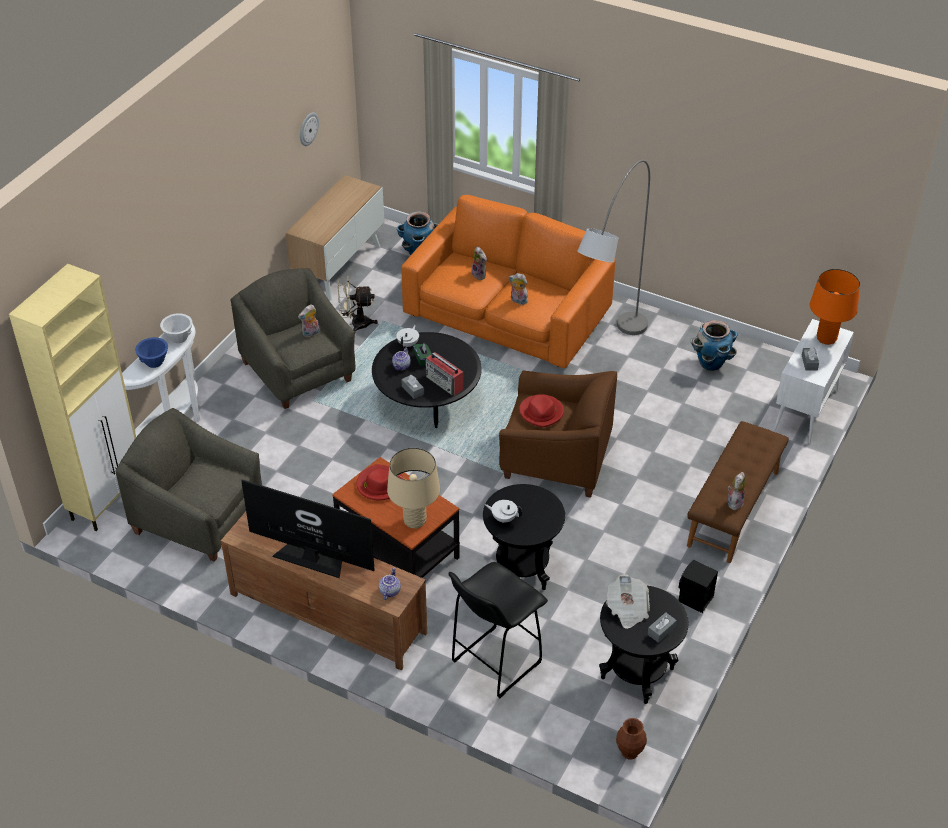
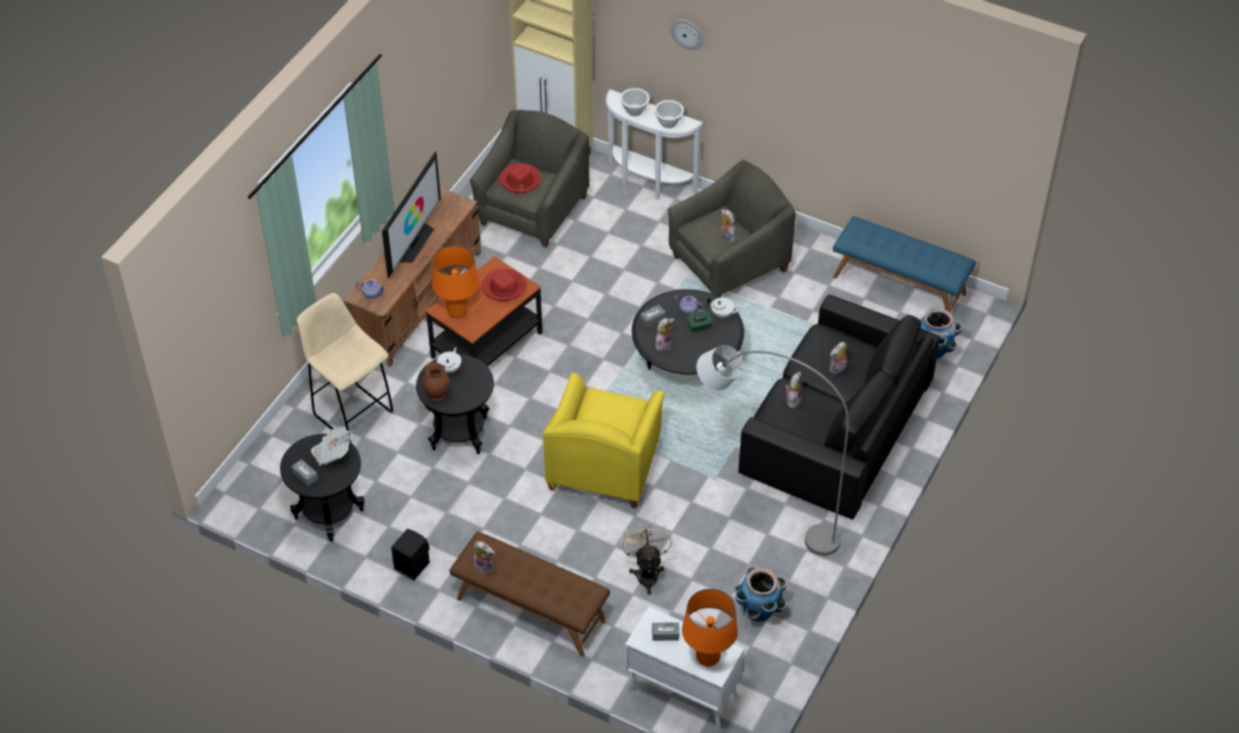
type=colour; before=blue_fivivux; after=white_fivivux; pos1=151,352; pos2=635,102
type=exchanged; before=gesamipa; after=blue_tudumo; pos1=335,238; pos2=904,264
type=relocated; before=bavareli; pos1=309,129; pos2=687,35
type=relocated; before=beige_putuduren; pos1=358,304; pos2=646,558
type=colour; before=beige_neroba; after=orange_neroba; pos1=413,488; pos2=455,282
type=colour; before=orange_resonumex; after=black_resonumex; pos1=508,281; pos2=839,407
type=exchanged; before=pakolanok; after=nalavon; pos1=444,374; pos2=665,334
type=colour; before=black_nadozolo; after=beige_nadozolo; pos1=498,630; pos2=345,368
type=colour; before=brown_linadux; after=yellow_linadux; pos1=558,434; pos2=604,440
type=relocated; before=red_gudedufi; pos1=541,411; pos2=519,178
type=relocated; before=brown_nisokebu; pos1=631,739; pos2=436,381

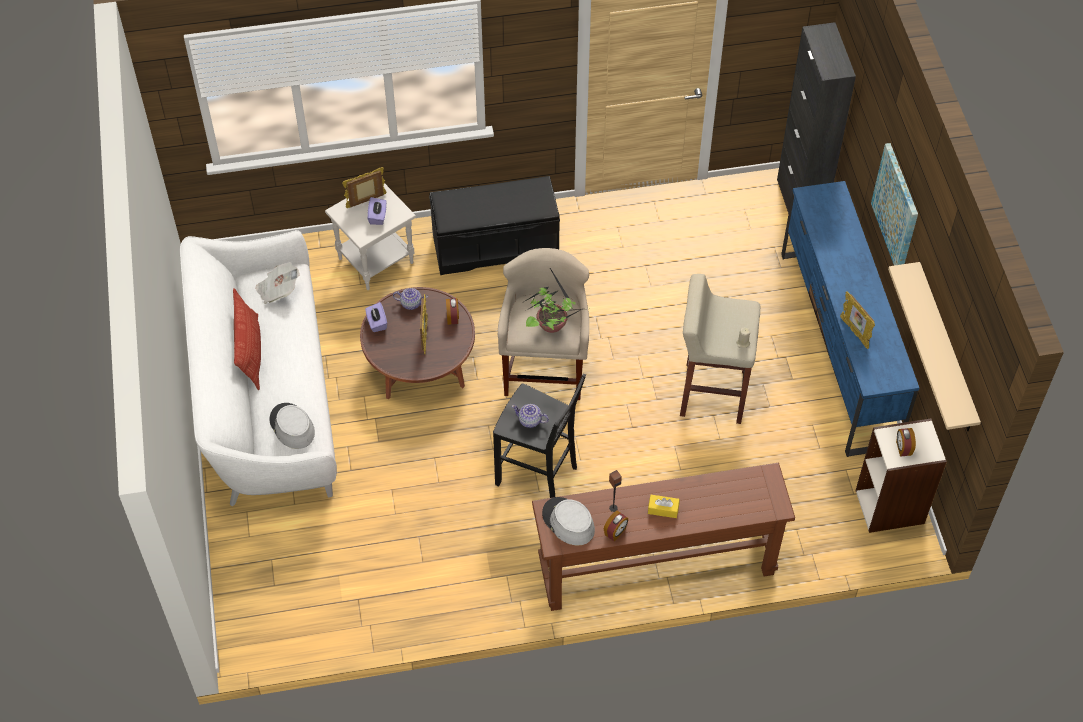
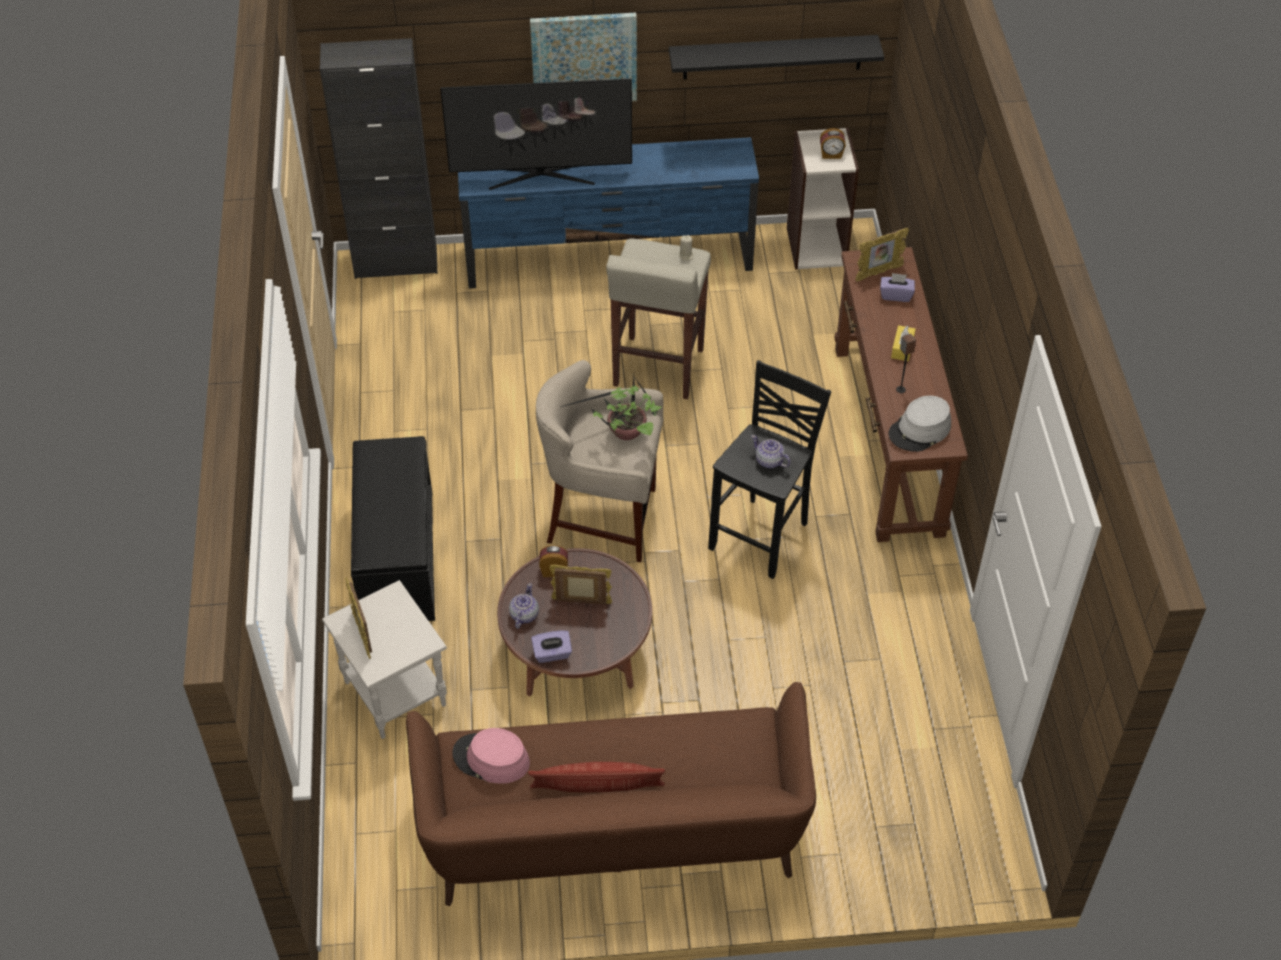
type=colour; before=white_resonumex; after=brown_resonumex; pos1=258,368; pos2=611,794
type=exchanged; before=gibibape; after=pink_gudedufi; pos1=277,283; pos2=491,756
type=missing; before=grey_gudedufi; pos1=292,426
type=relocated; before=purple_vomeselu; pos1=377,211; pos2=897,287
type=spun; before=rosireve; pos1=530,416; pos2=771,451; turn=105
type=missing; before=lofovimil; pos1=616,526
type=relocated; before=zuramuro; pos1=857,320; pos2=882,254
type=colour; before=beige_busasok; after=black_busasok; pos1=934,346; pos2=776,57
type=appeared; after=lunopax; pos2=536,134

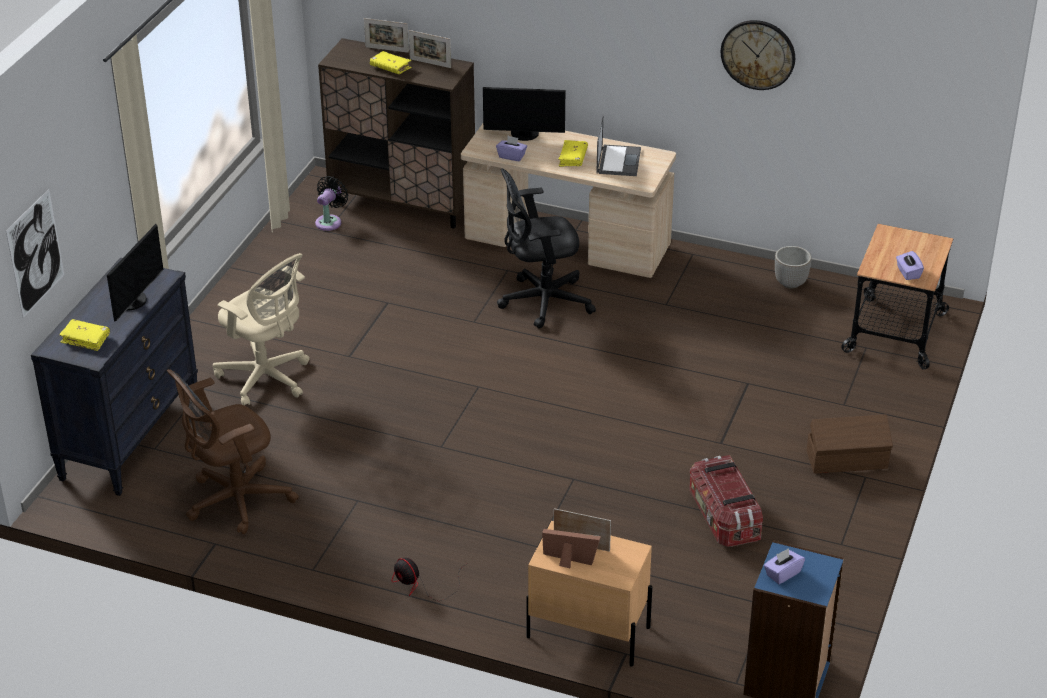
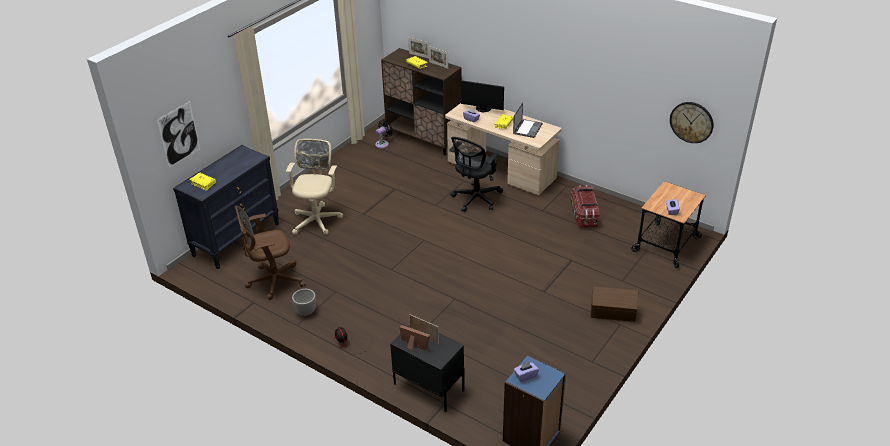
type=missing; before=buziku; pos1=135,273
type=spun; before=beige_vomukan; pos1=261,329; pos2=314,187; turn=-135
type=spun; before=black_vomukan; pos1=546,248; pos2=476,174; turn=-60
type=colour; before=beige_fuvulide; after=black_fuvulide; pos1=589,593; pos2=427,368
type=relocated; before=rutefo; pos1=726,501; pos2=585,206
type=relocated; before=bavareli; pos1=758,55; pos2=692,122
type=relocated; before=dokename; pos1=793,267; pos2=304,302

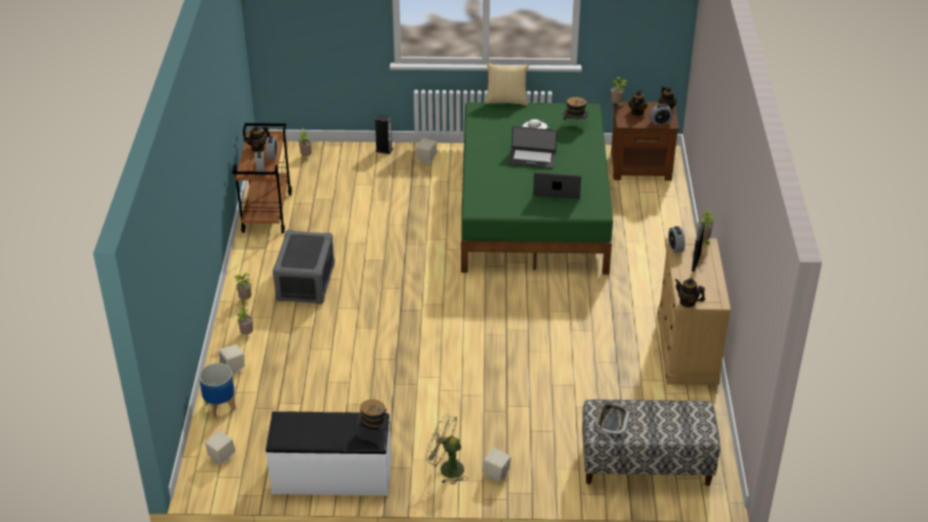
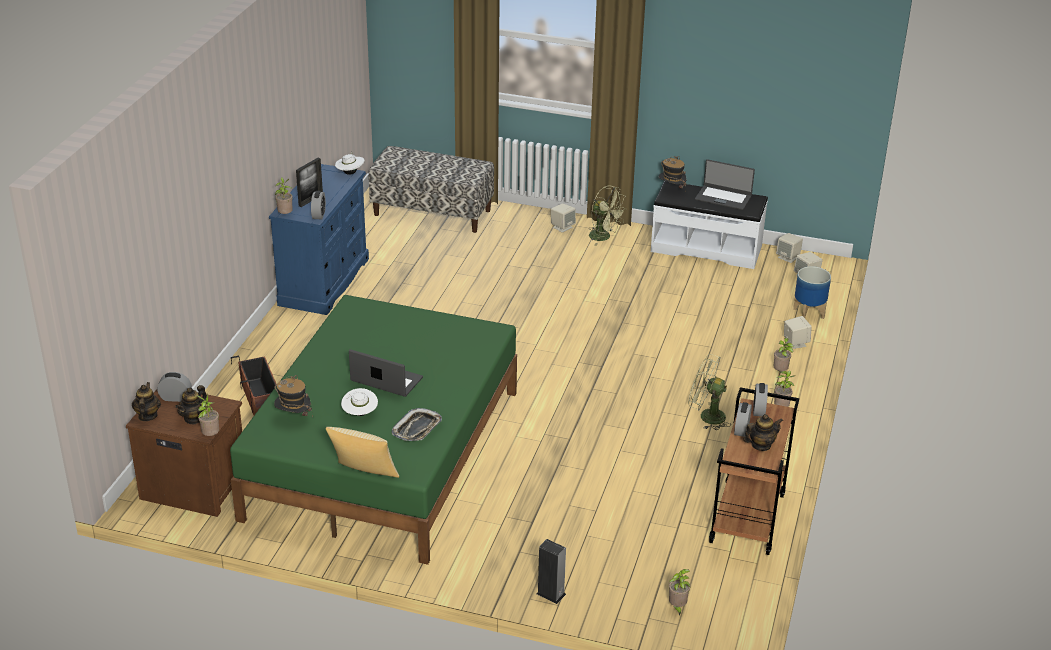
type=exchanged; before=grey_rutefo; after=green_putuduren; pos1=303,267; pos2=709,392
type=relocated; before=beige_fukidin; pos1=426,151; pos2=789,248
type=relocated; before=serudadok; pos1=557,185; pos2=725,184
type=relocated; before=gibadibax; pos1=612,418; pos2=417,424
type=colour; before=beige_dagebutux; after=blue_dagebutux; pos1=694,311; pos2=319,239
type=exchanged; before=rosireve; after=white_gudedufi; pos1=690,292; pos2=349,164
type=appeared; after=dokename; pos2=253,385

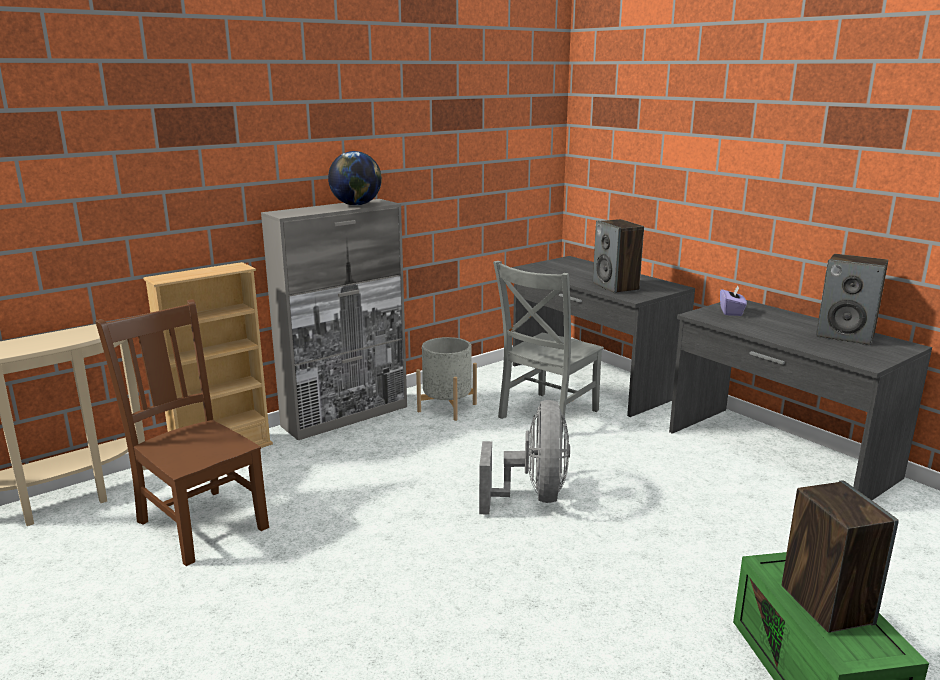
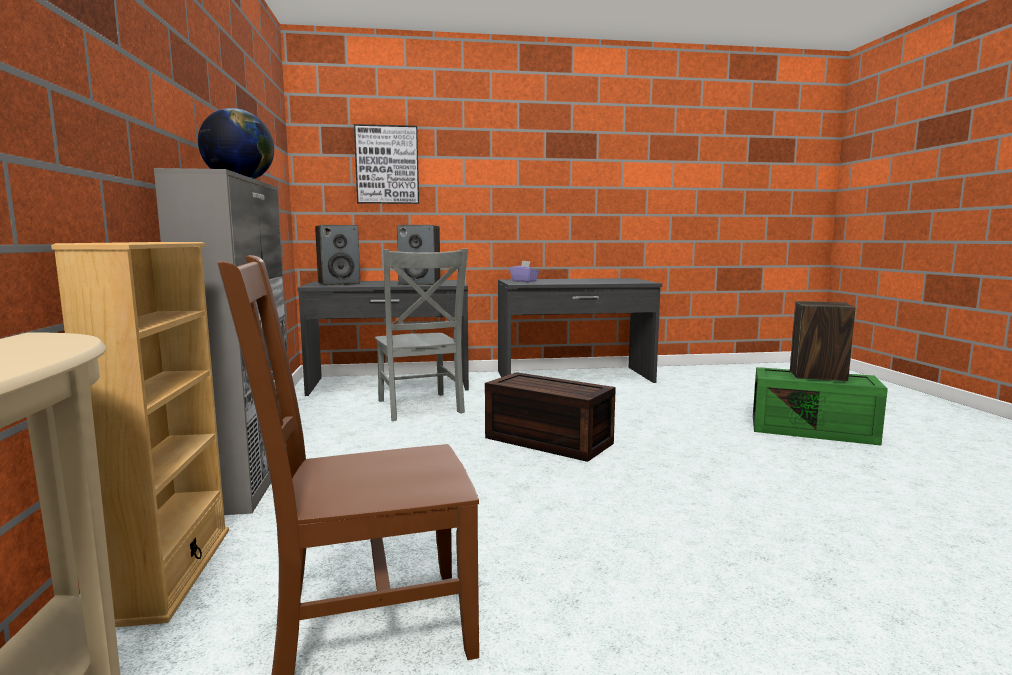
type=missing; before=grey_dokename; pos1=446,379
type=exchanged; before=grey_putuduren; after=brown_rutefo; pos1=524,457; pos2=550,417
type=relocated; before=fukidin; pos1=852,299; pos2=337,255
type=appeared; after=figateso; pos2=386,164

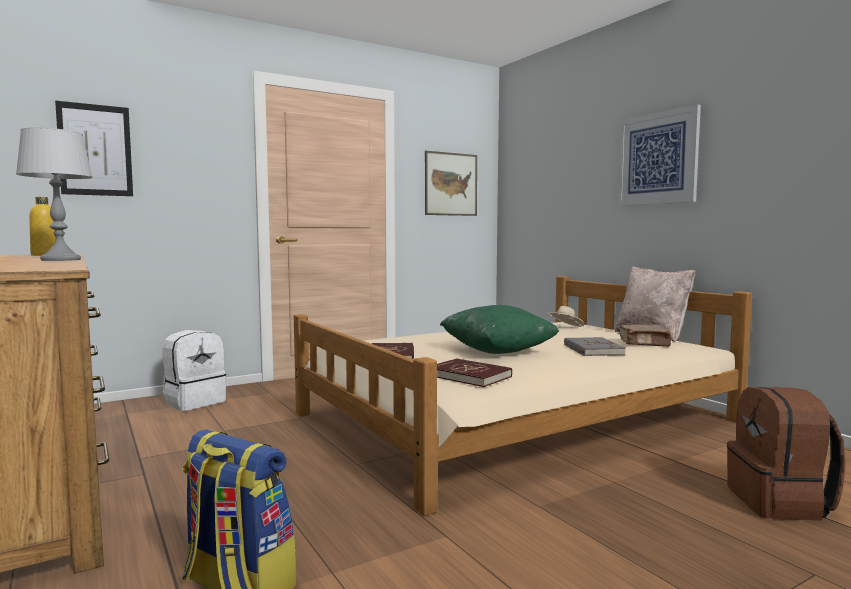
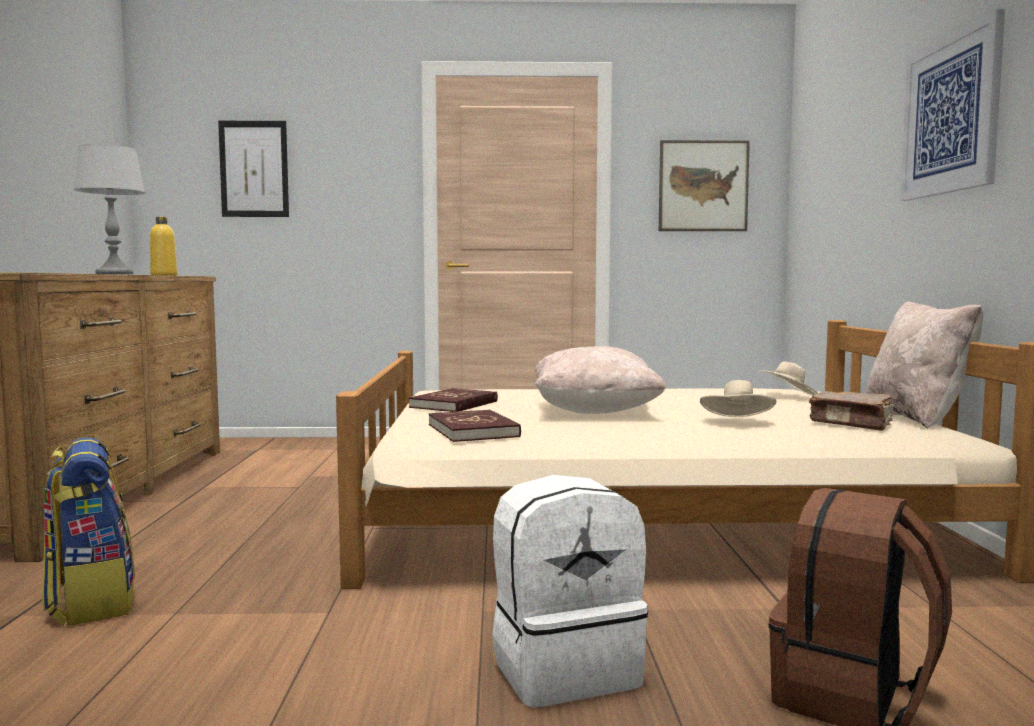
type=relocated; before=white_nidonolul; pos1=194,370; pos2=570,591
type=colour; before=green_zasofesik; after=beige_zasofesik; pos1=499,329; pos2=600,380
type=exchanged; before=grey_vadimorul; after=beige_gudedufi; pos1=595,346; pos2=738,398

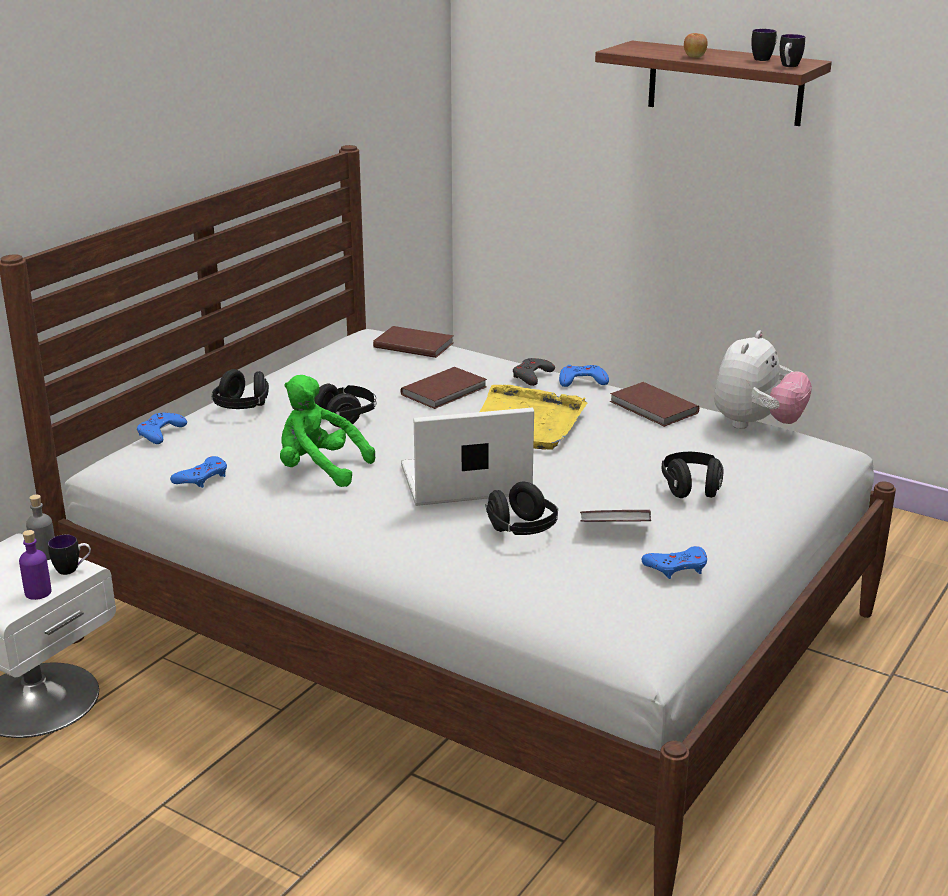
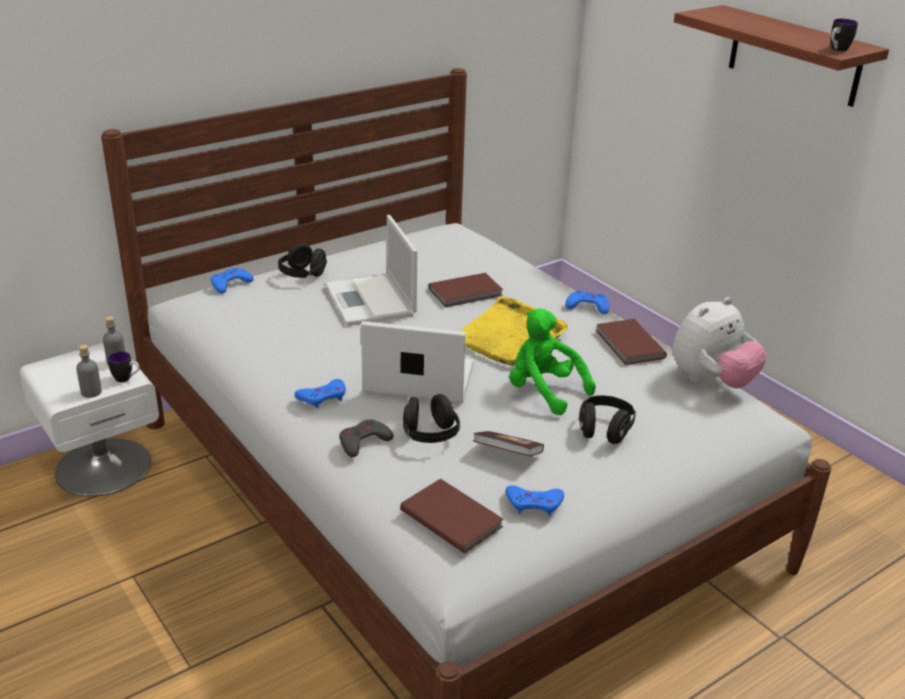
type=colour; before=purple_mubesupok; after=grey_mubesupok; pos1=35,565; pos2=89,371
type=relocated; before=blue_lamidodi; pos1=198,472; pos2=320,393
type=relocated; before=green_nalavon; pos1=327,431; pos2=552,361
type=exchanged; before=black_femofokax; after=serudadok; pos1=345,405; pos2=371,270
type=relocated; before=brown_vadimorul; pos1=413,342; pos2=451,516
type=relocated; before=grey_lamidodi; pos1=534,372; pos2=366,438
type=missing; before=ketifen; pos1=696,45
type=missing; before=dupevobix; pos1=764,45

